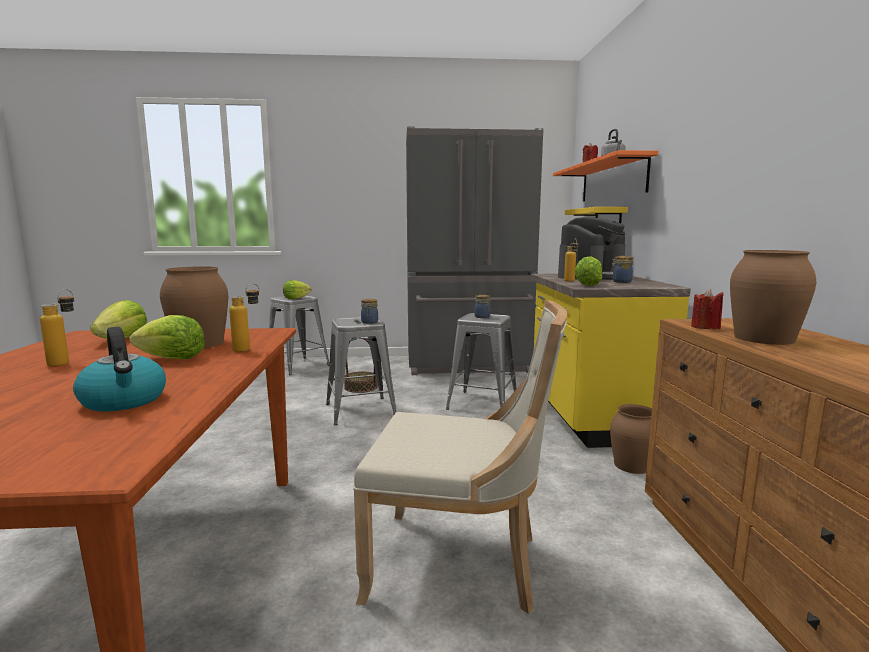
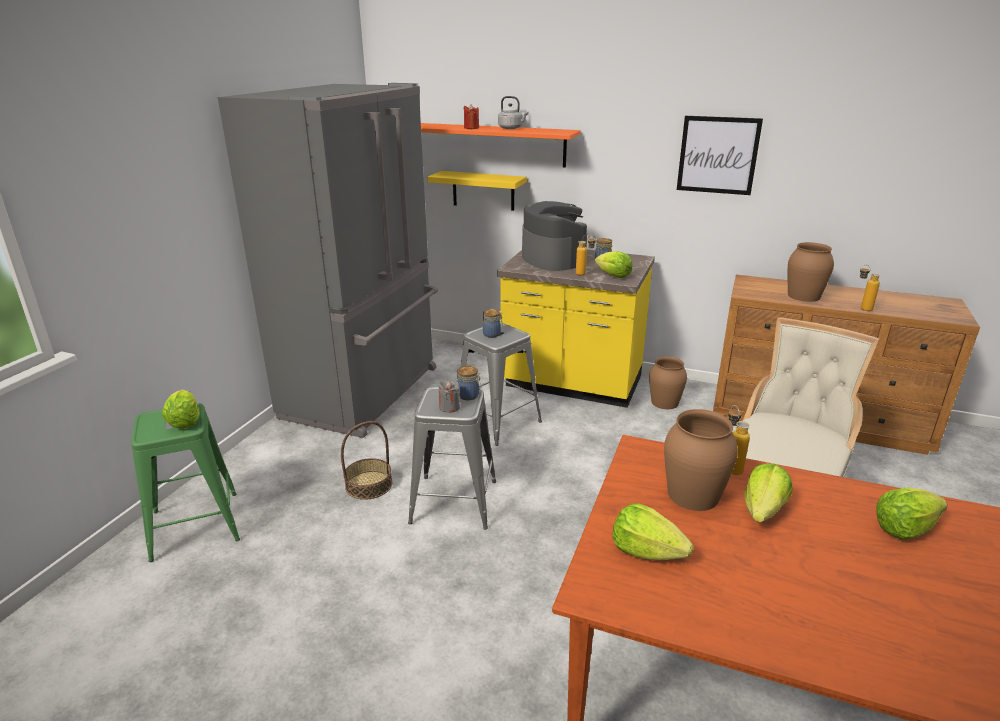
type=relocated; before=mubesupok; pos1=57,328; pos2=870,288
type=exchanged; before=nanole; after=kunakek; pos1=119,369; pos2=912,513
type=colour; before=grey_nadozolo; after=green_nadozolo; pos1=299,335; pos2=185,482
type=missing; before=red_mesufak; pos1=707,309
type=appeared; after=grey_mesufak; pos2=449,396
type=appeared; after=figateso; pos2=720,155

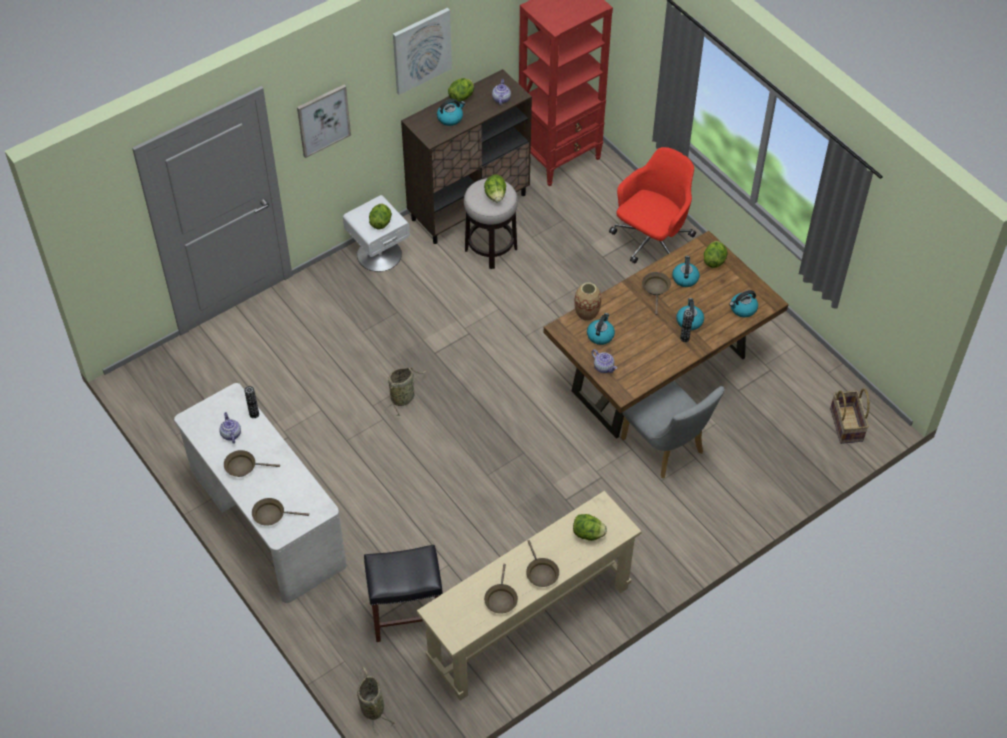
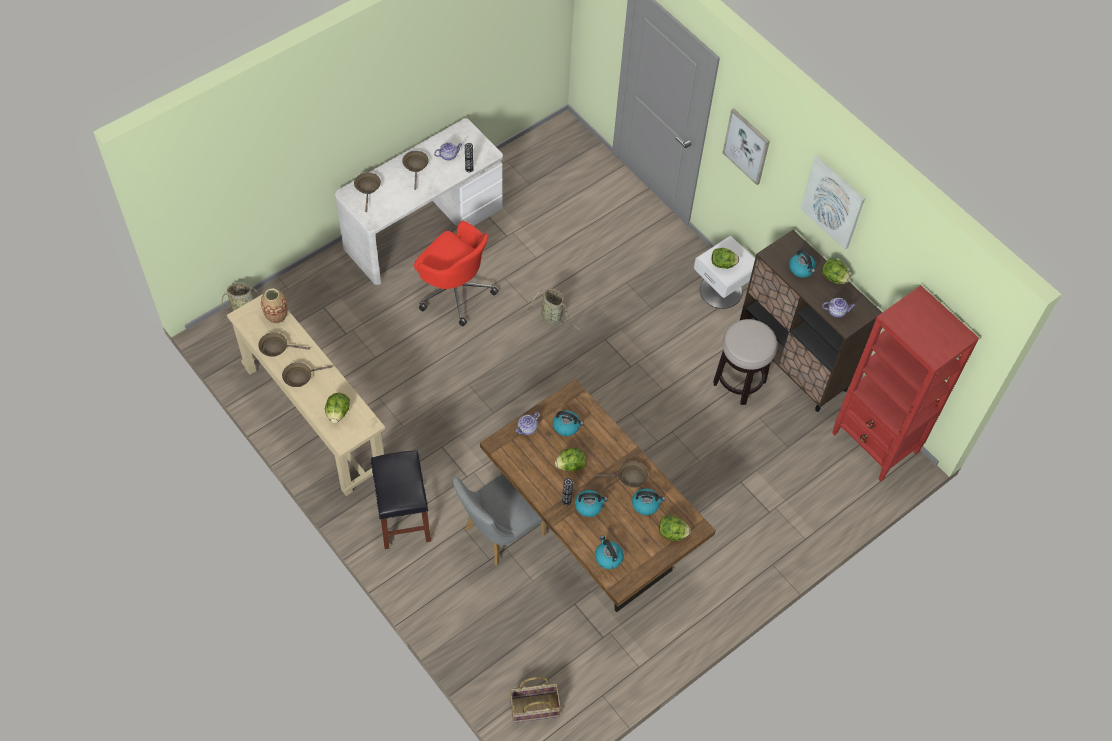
type=relocated; before=black_nadozolo; pos1=403,593; pos2=401,499
type=relocated; before=kunakek; pos1=495,188; pos2=570,459
type=relocated; before=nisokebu; pos1=587,301; pos2=274,306
type=relocated; before=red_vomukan; pos1=652,205; pos2=456,273

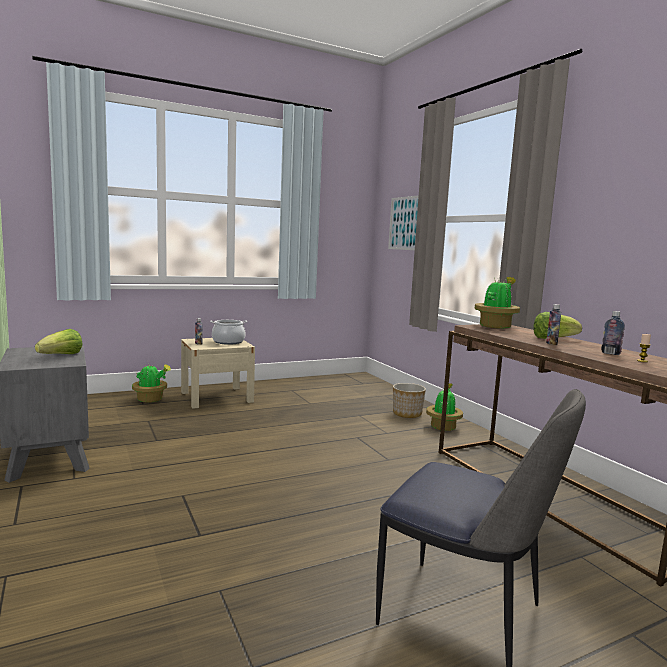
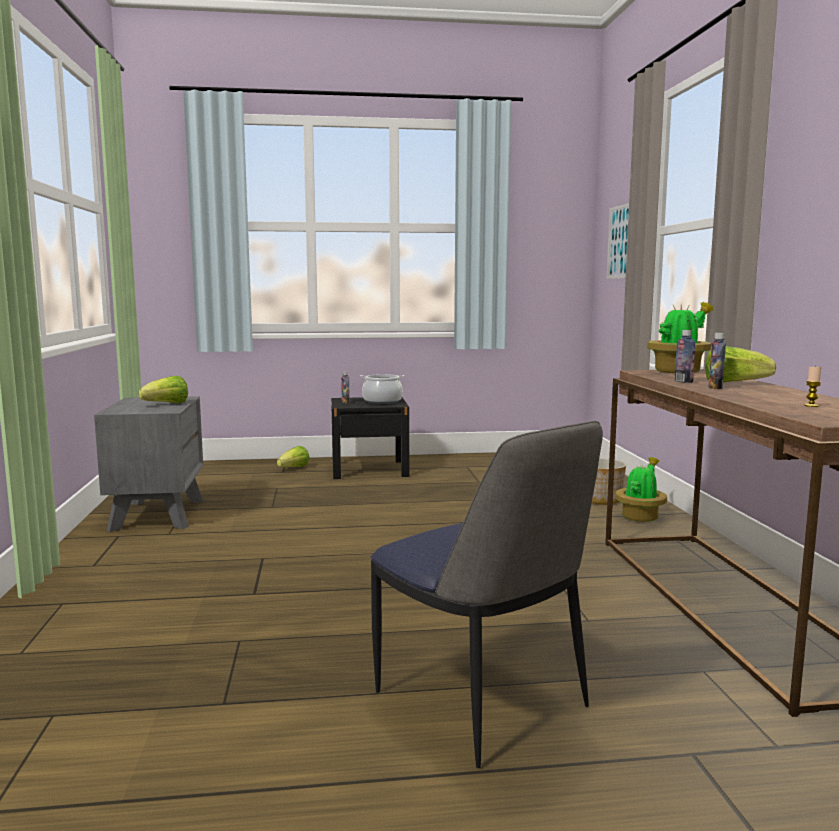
type=exchanged; before=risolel; after=kunakek; pos1=151,383; pos2=293,456
type=colour; before=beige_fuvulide; after=black_fuvulide; pos1=218,373; pos2=370,438
type=relocated; before=mubesupok; pos1=613,333; pos2=685,356

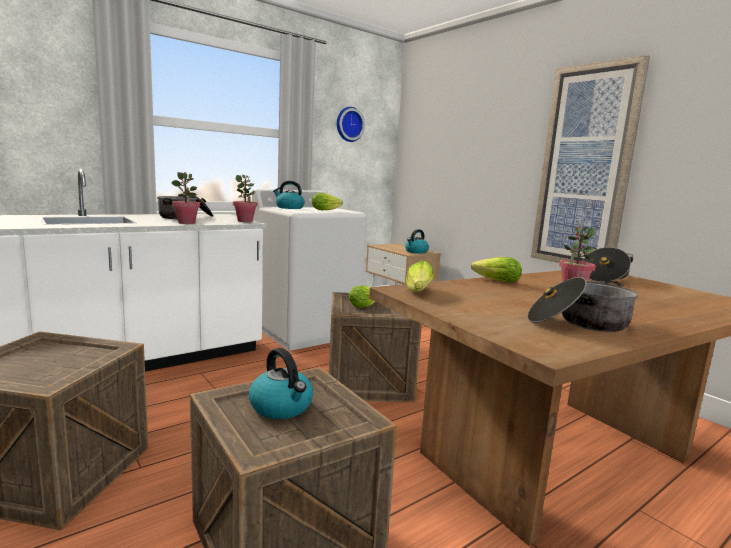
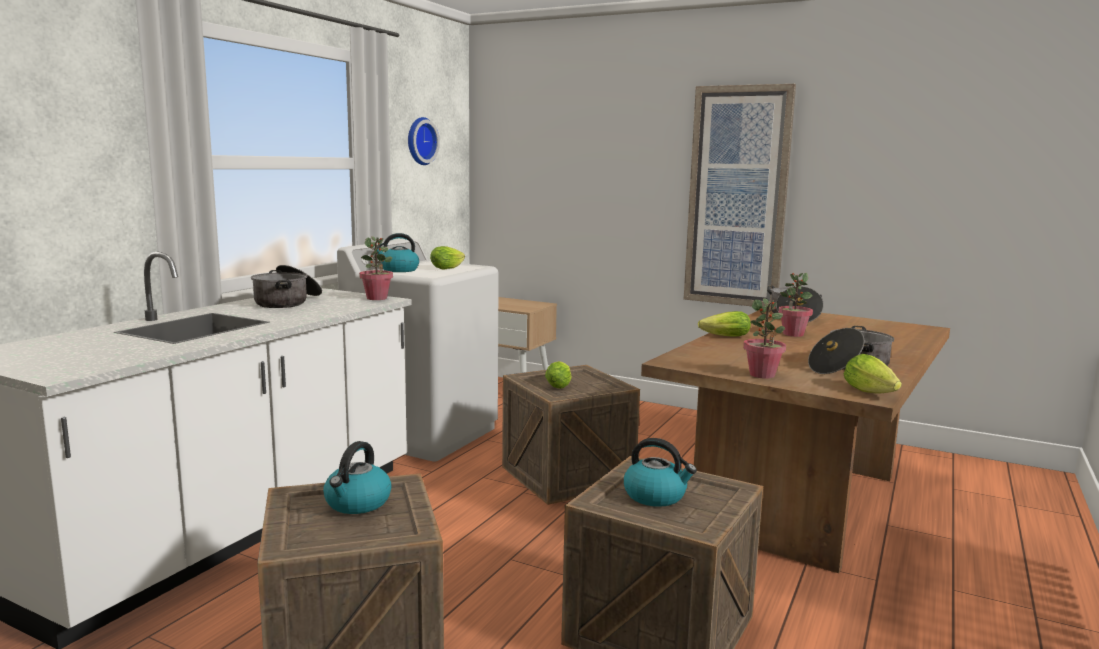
type=relocated; before=risolel; pos1=185,198; pos2=764,338
type=relocated; before=nanole; pos1=417,241; pos2=357,477
type=relocated; before=kunakek; pos1=420,276; pos2=873,373

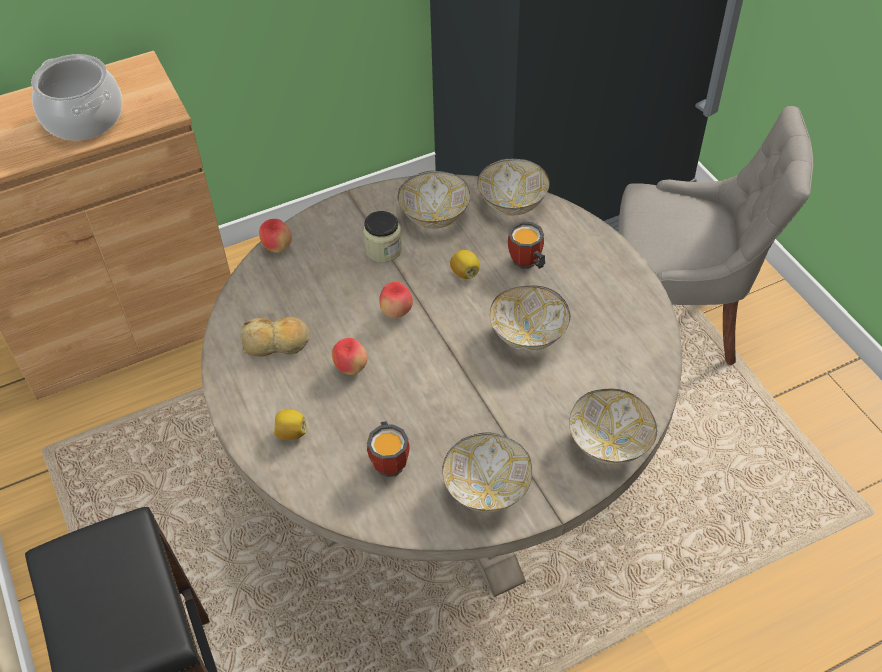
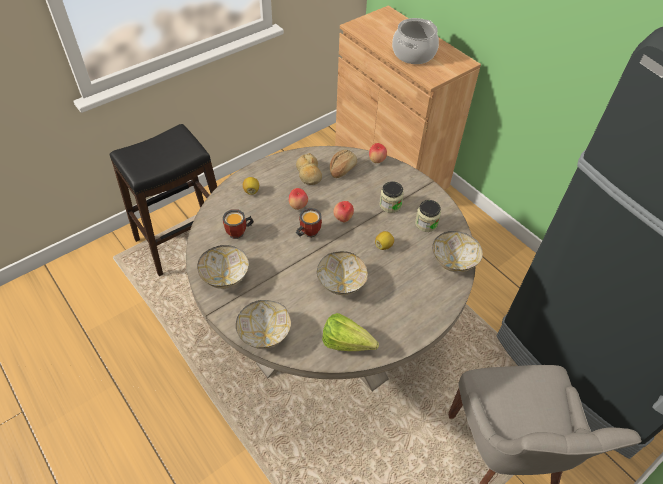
type=exchanged; before=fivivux; after=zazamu; pos1=434,200; pos2=428,216
type=relocated; before=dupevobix; pos1=526,245; pos2=309,223
type=appeared; after=kunakek; pos2=350,332
type=appeared; after=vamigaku; pos2=343,164

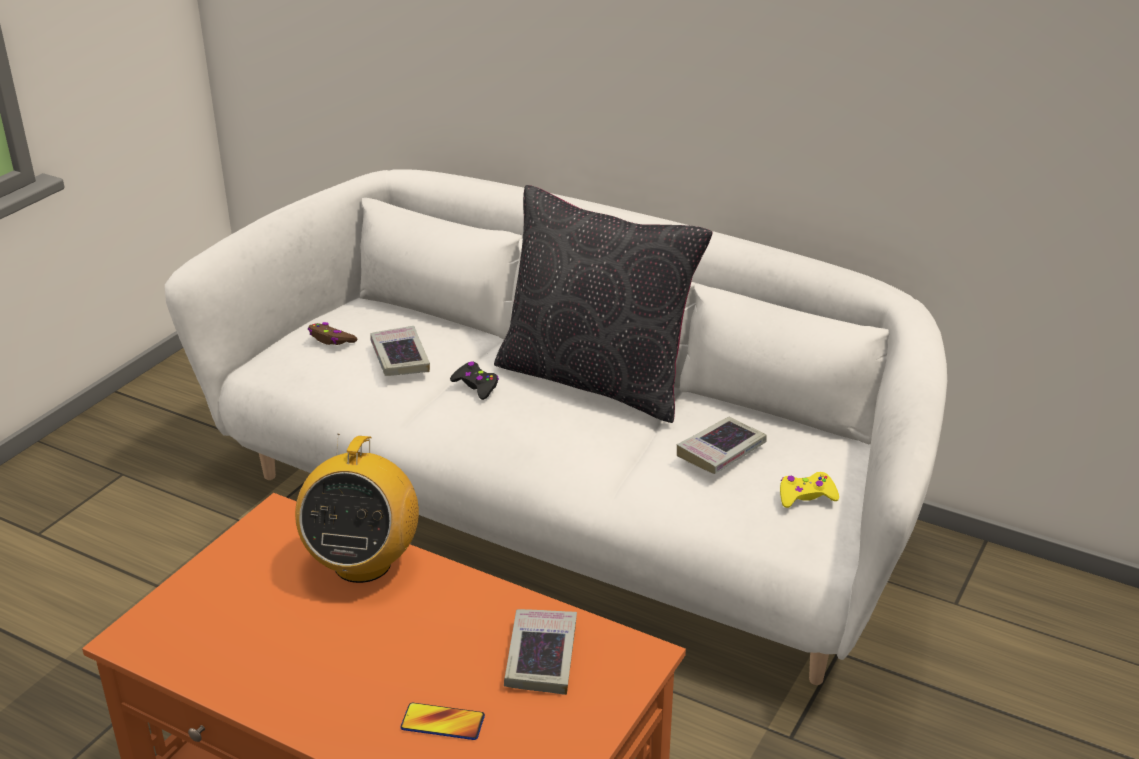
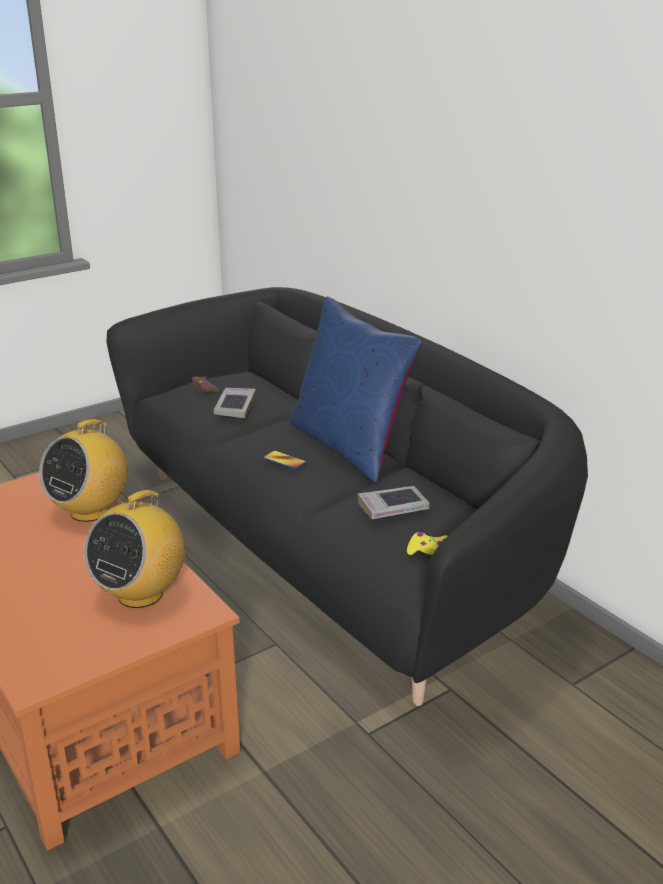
type=colour; before=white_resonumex; after=black_resonumex; pos1=556,427; pos2=347,496
type=relocated; before=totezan; pos1=443,721; pos2=285,460
type=missing; before=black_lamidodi; pos1=474,380
type=colour; before=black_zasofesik; after=blue_zasofesik; pos1=603,304; pos2=356,389
type=exchanged; before=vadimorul; after=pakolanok; pos1=540,652; pos2=134,547

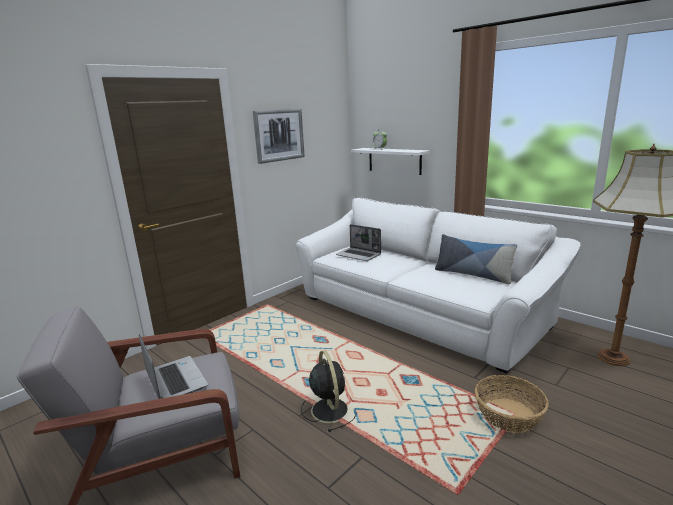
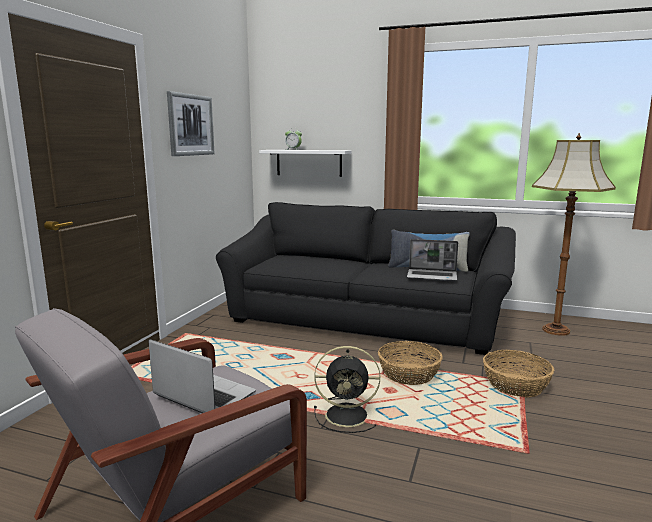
type=colour; before=white_resonumex; after=black_resonumex; pos1=438,286; pos2=366,278
type=spun; before=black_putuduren; pos1=329,391; pos2=347,389; turn=135
type=relocated; before=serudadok; pos1=358,242; pos2=432,260
type=appeared; after=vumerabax; pos2=410,363

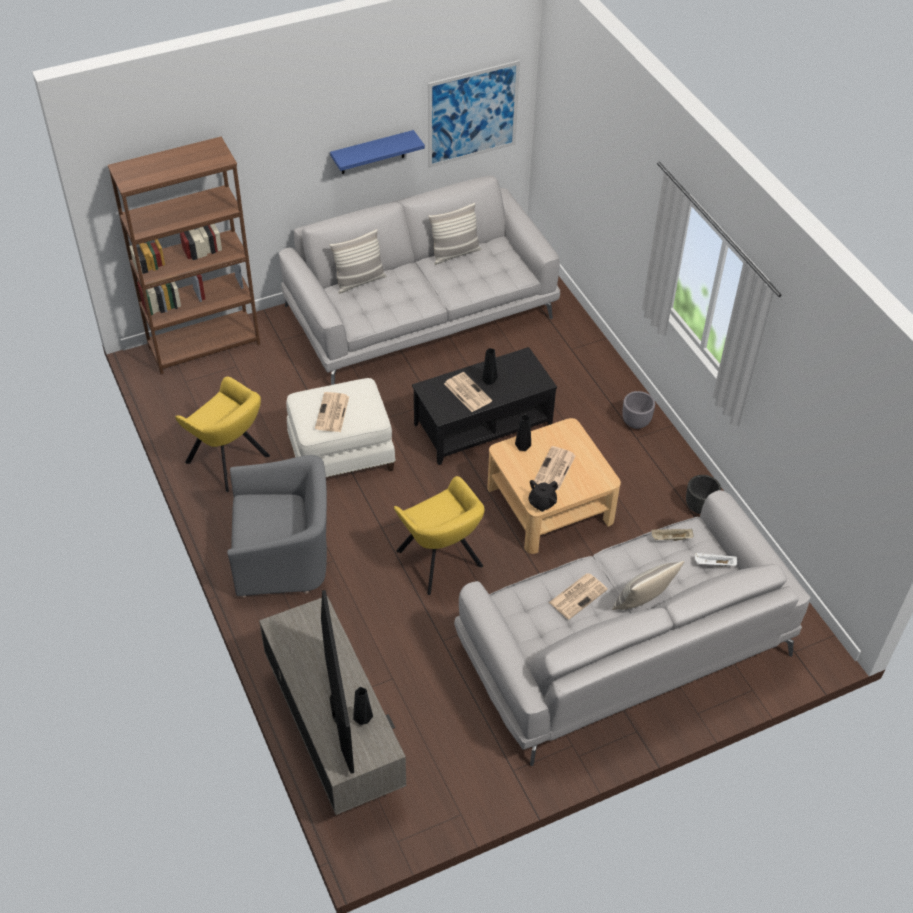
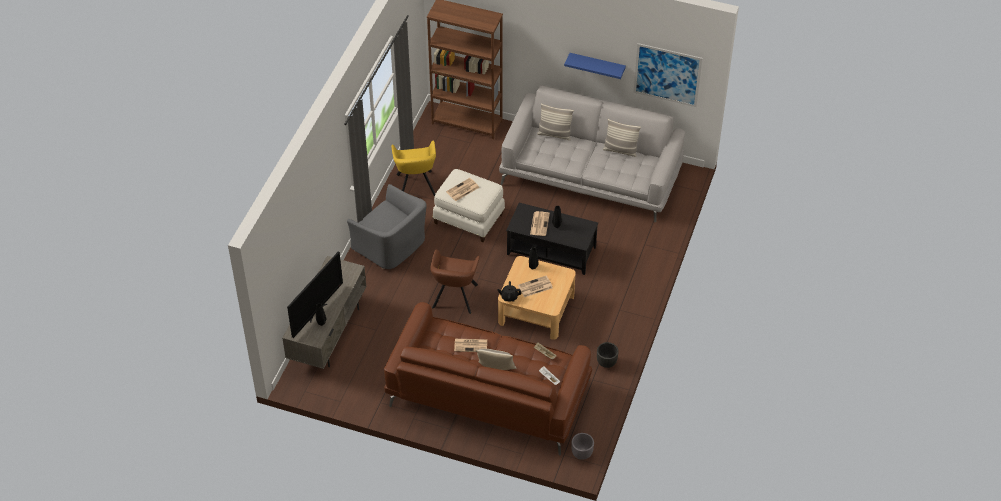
type=colour; before=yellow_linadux; after=brown_linadux; pos1=439,535; pos2=455,282
type=colour; before=grey_resonumex; after=brown_resonumex; pos1=632,628; pos2=488,379
type=relocated; before=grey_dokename; pos1=638,410; pos2=582,446

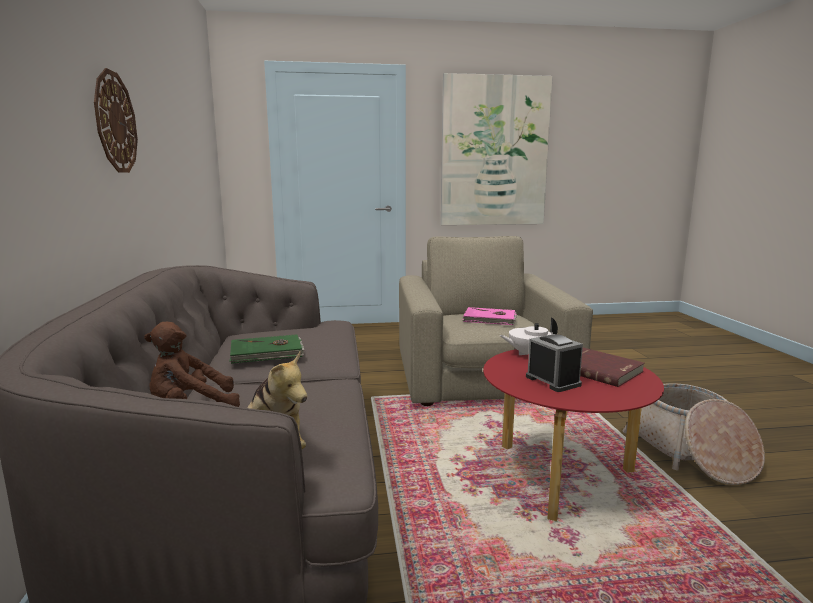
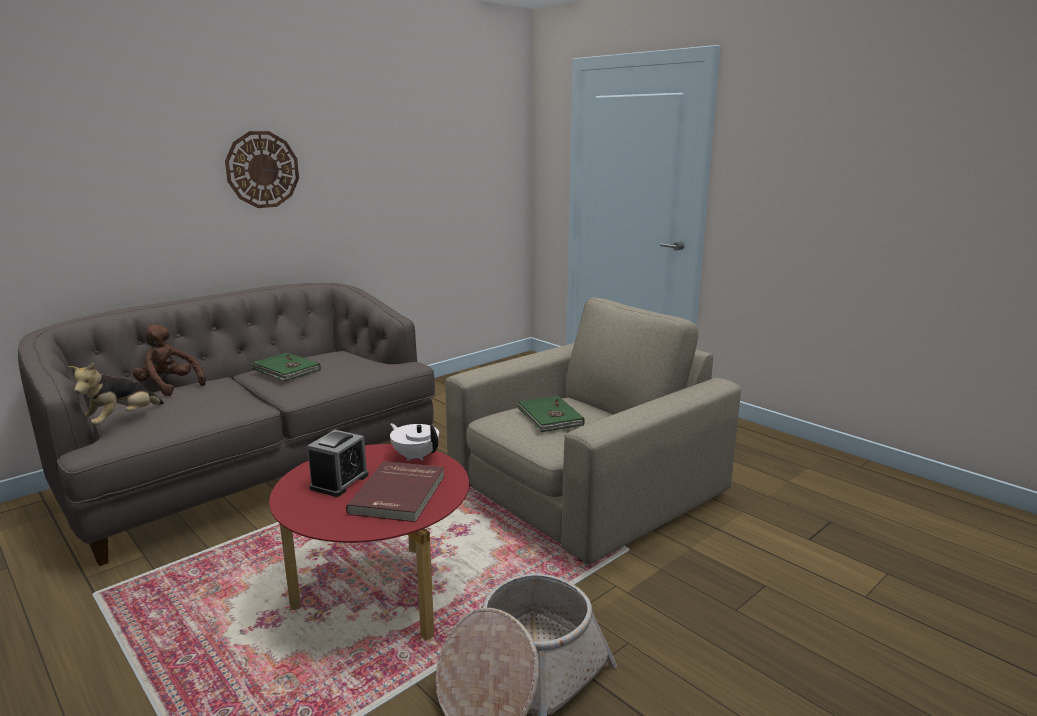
type=missing; before=figateso; pos1=497,149
type=colour; before=pink_vadimorul; after=green_vadimorul; pos1=490,316; pos2=551,414

